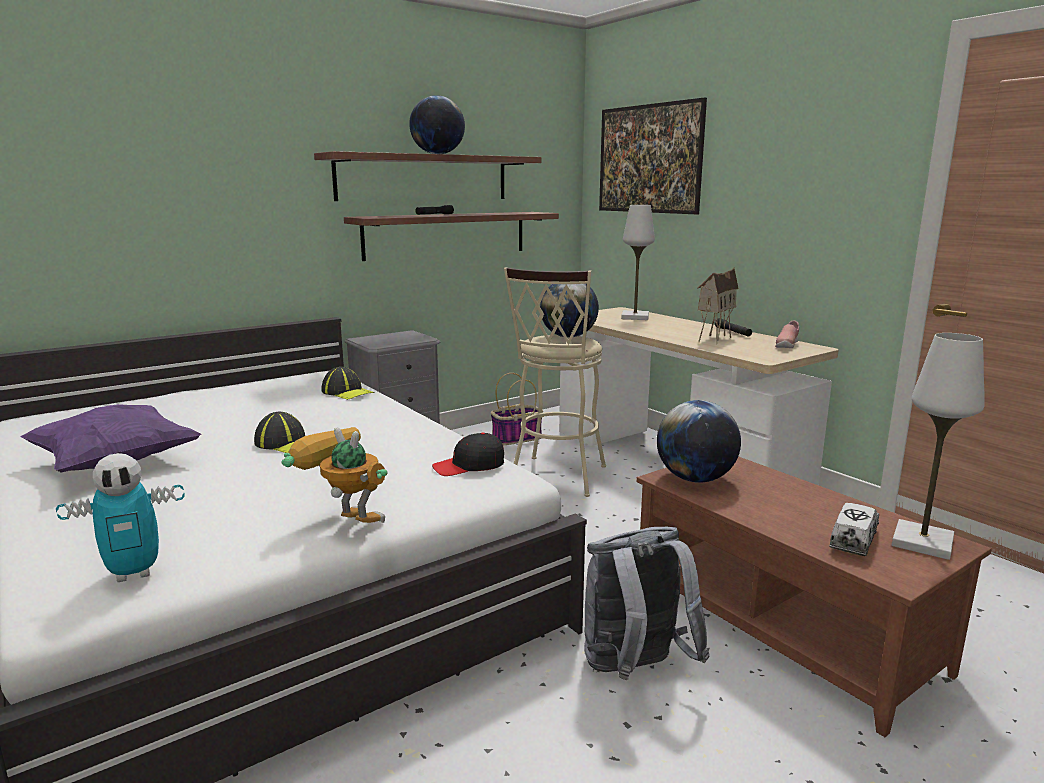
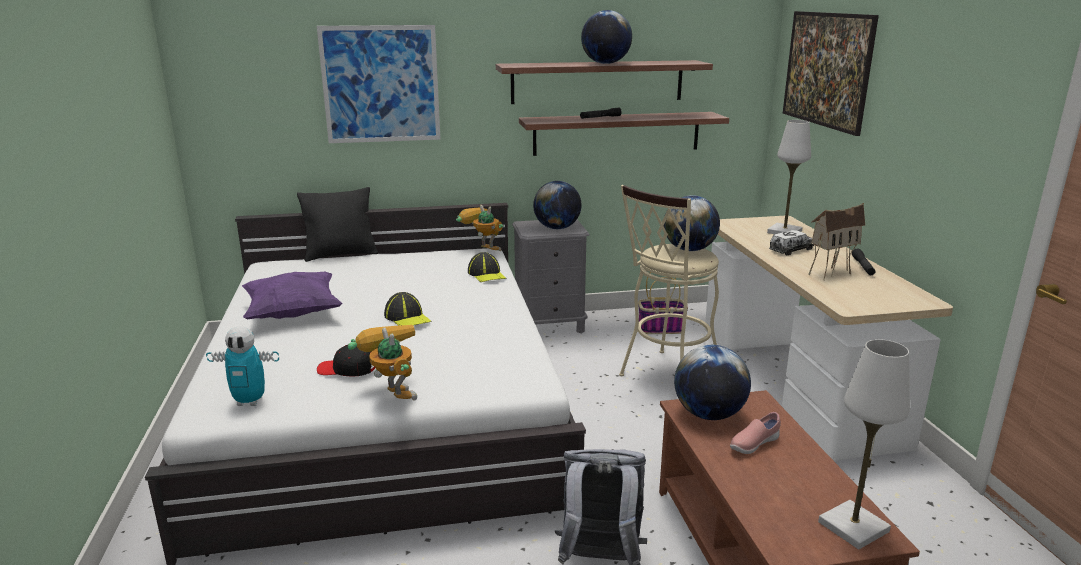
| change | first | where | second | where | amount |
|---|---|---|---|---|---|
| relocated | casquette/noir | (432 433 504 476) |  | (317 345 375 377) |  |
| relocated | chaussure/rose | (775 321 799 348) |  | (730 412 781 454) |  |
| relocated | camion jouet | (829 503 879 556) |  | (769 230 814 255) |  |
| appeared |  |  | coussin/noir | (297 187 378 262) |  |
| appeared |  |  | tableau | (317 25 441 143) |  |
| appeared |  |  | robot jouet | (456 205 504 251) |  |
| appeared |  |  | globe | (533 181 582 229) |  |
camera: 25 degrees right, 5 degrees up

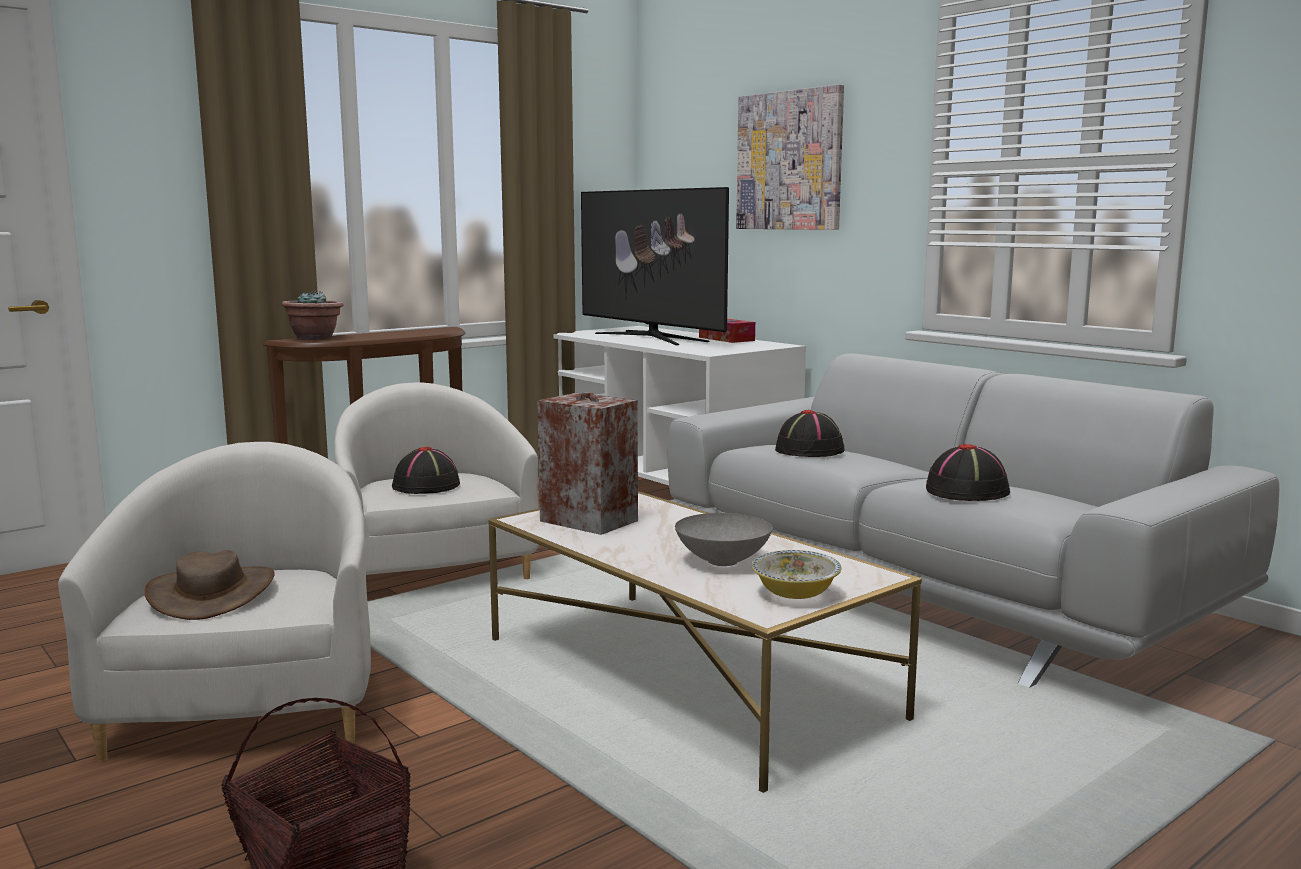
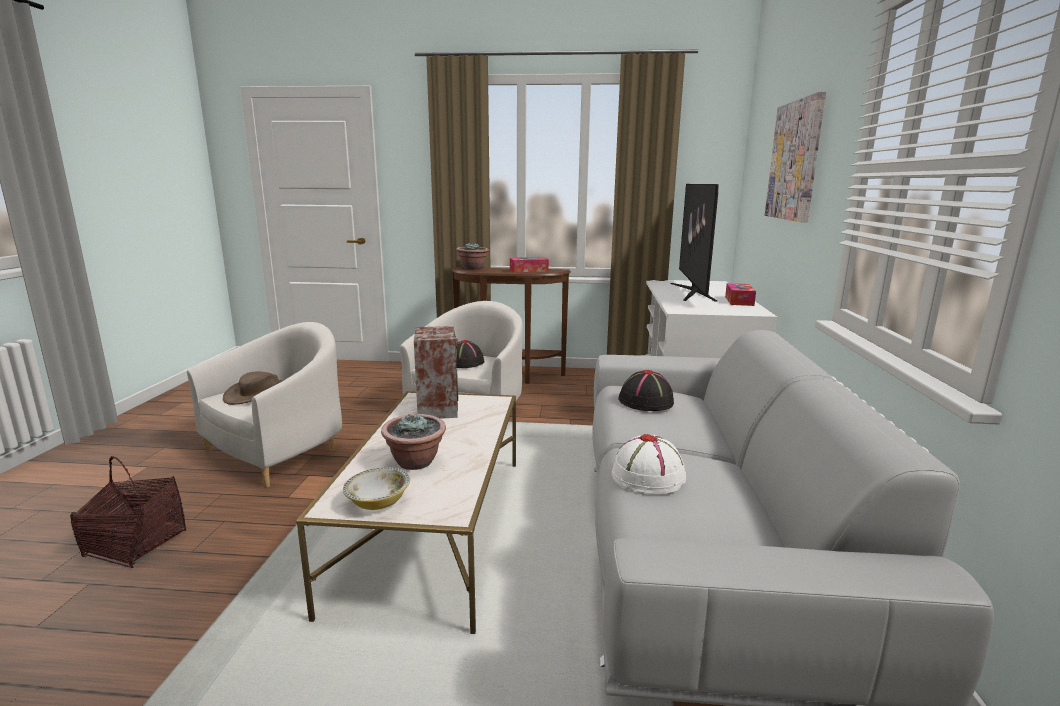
| change | first | where | second | where | amount |
|---|---|---|---|---|---|
| exchanged | bol/gris | (675 513 773 566) | plante en pot | (381 413 446 470) |  |
| colour | chapeau/noir | (926 444 1010 501) | chapeau/blanc | (612 434 686 494) |  |
| appeared |  |  | boîte à mouchoirs | (510 257 549 273) |  |
camera: 45 degrees right, 5 degrees up

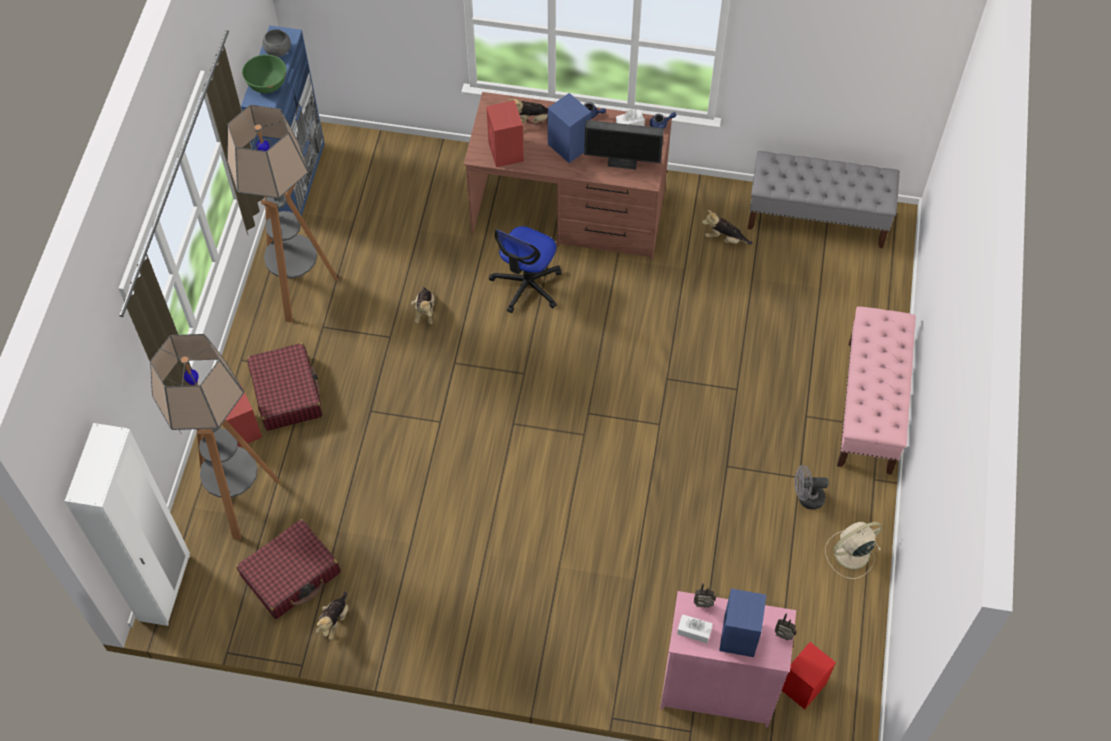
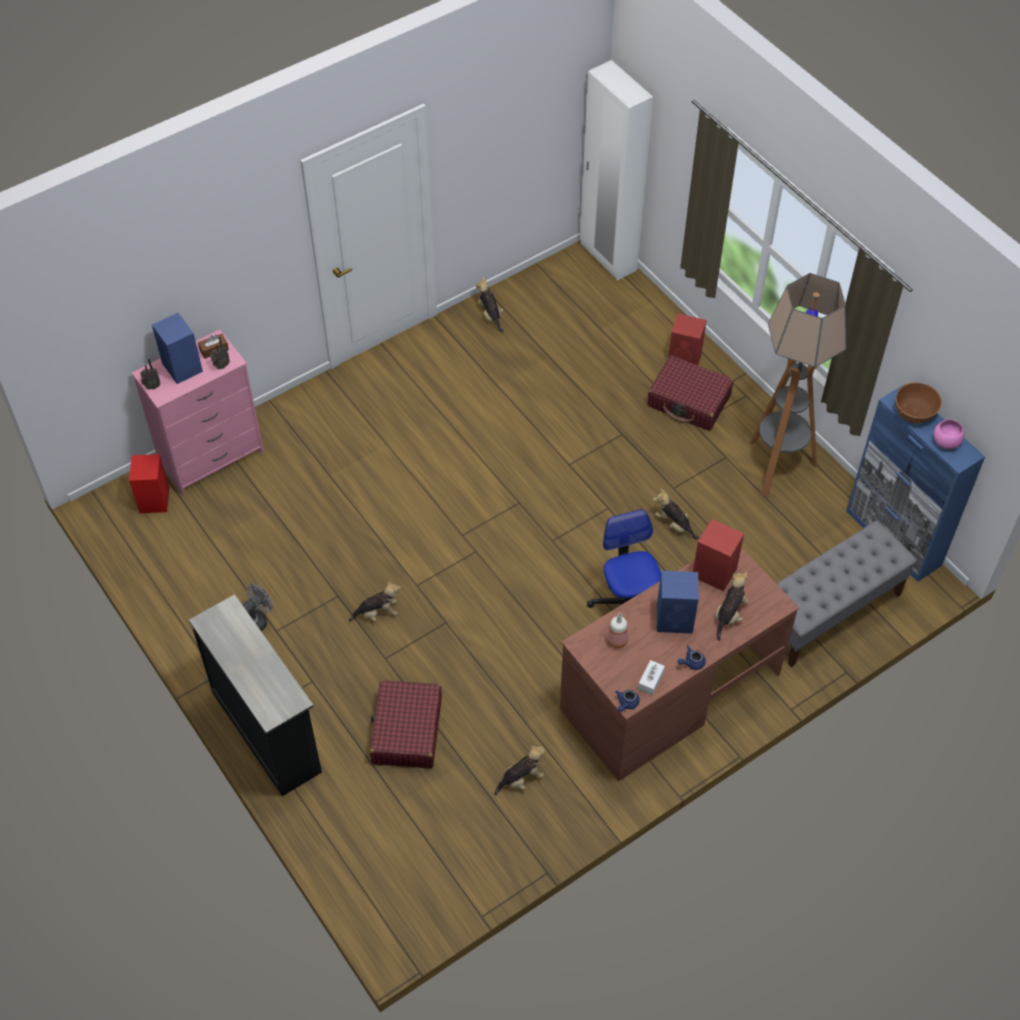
| change | first | where | second | where | amount |
|---|---|---|---|---|---|
| missing | lampadaire | (150 334 280 540) |  |  |  |
| relocated | valise/rouge | (236 519 341 619) |  | (370 680 442 768) |  |
| colour | bol/vert | (242 55 286 93) | bol/marron | (895 382 942 424) |  |
| colour | bol/gris | (262 29 291 57) | bol/rose | (934 419 965 449) |  |
| exchanged | écran d'ordinateur | (584 120 664 170) | bouteille | (606 614 629 648) |  |
| colour | boîte à mouchoirs/blanc | (677 614 713 643) | boîte à mouchoirs/marron | (198 334 229 359) |  |
| relocated | banc/gris | (748 151 900 248) |  | (777 521 917 667) |  |
| missing | ventilateur/beige | (825 522 882 579) |  |  |  |
| exchanged | banc/rose | (837 306 916 475) | commode/noir | (189 594 322 796) |  |
| appeared |  |  | peluche | (349 580 401 622) |  |
camera: 135 degrees right, 5 degrees down

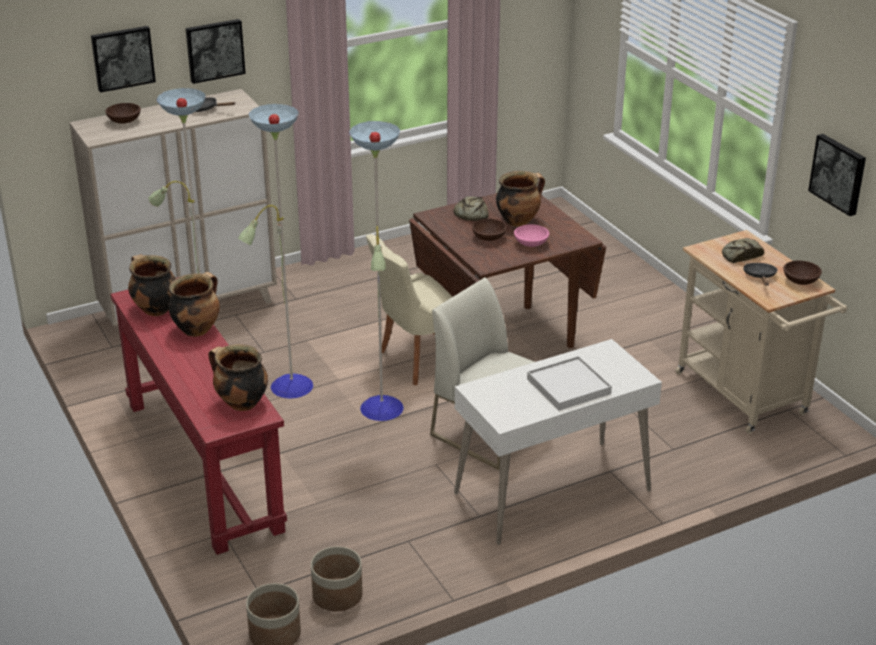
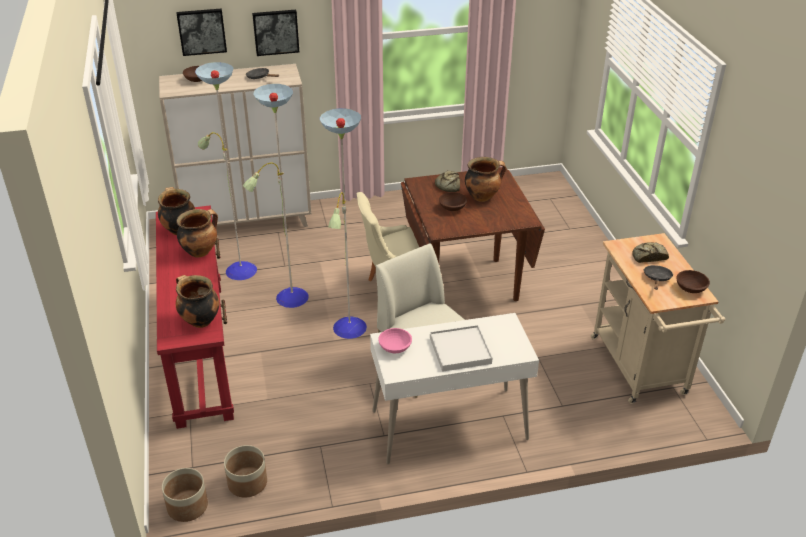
| change | first | where | second | where | amount |
|---|---|---|---|---|---|
| relocated | bol/rose | (514 224 549 247) |  | (379 328 412 353) |  |
| missing | tableau | (808 134 866 216) |  |  |  |
camera: 15 degrees right, 5 degrees up

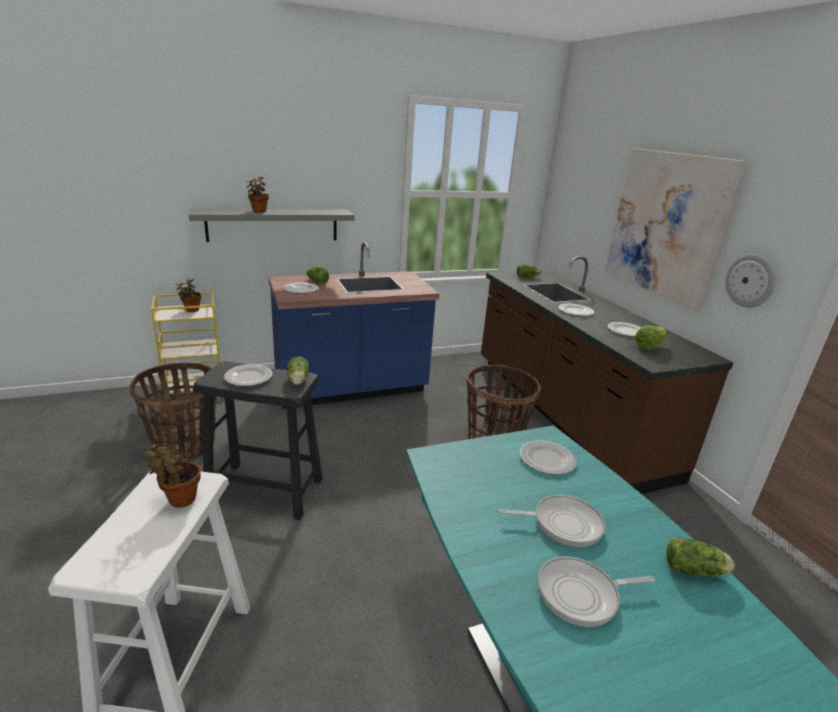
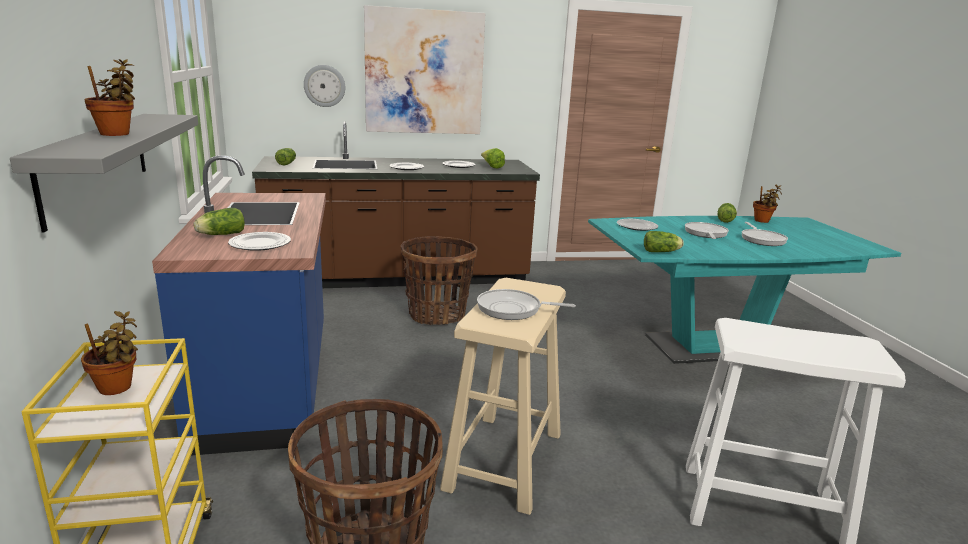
| change | first | where | second | where | amount |
|---|---|---|---|---|---|
| relocated | plante en pot | (142 443 201 508) |  | (753 185 782 223) |  |
| colour | tabouret/noir | (193 361 323 520) | tabouret/beige | (440 278 566 515) |  |
| exchanged | assiette | (224 364 273 386) | poêle | (477 289 576 320) |  |
| relocated | laitue | (287 357 309 385) |  | (644 231 684 252) |  |
| relocated | horloge murale | (726 254 776 308) |  | (304 65 345 107) |  |
camera: 80 degrees left, 5 degrees down

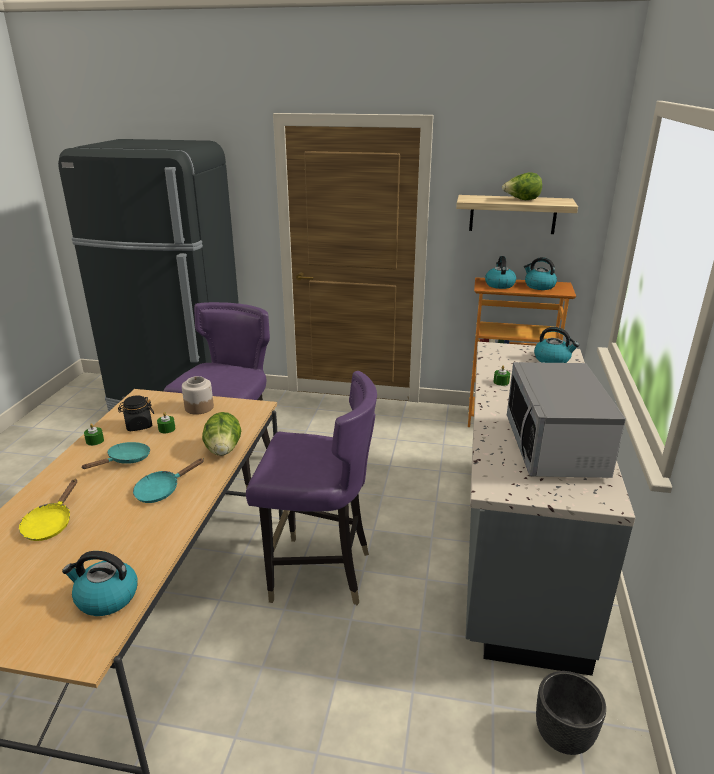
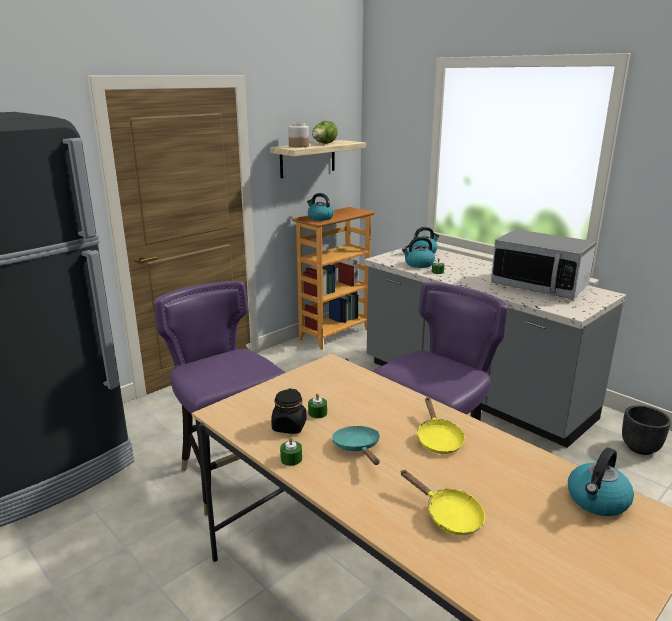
| change | first | where | second | where | amount |
|---|---|---|---|---|---|
| colour | poêle/turquoise | (133 458 204 503) | poêle/jaune | (417 397 465 454) |  |
| relocated | bocal | (182 376 214 415) |  | (288 123 309 147) |  |
| missing | laitue | (202 412 241 456) |  |  |  |
| relocated | bouilloire | (524 257 557 290) |  | (402 237 435 268) |  |
camera: 55 degrees left, 5 degrees down

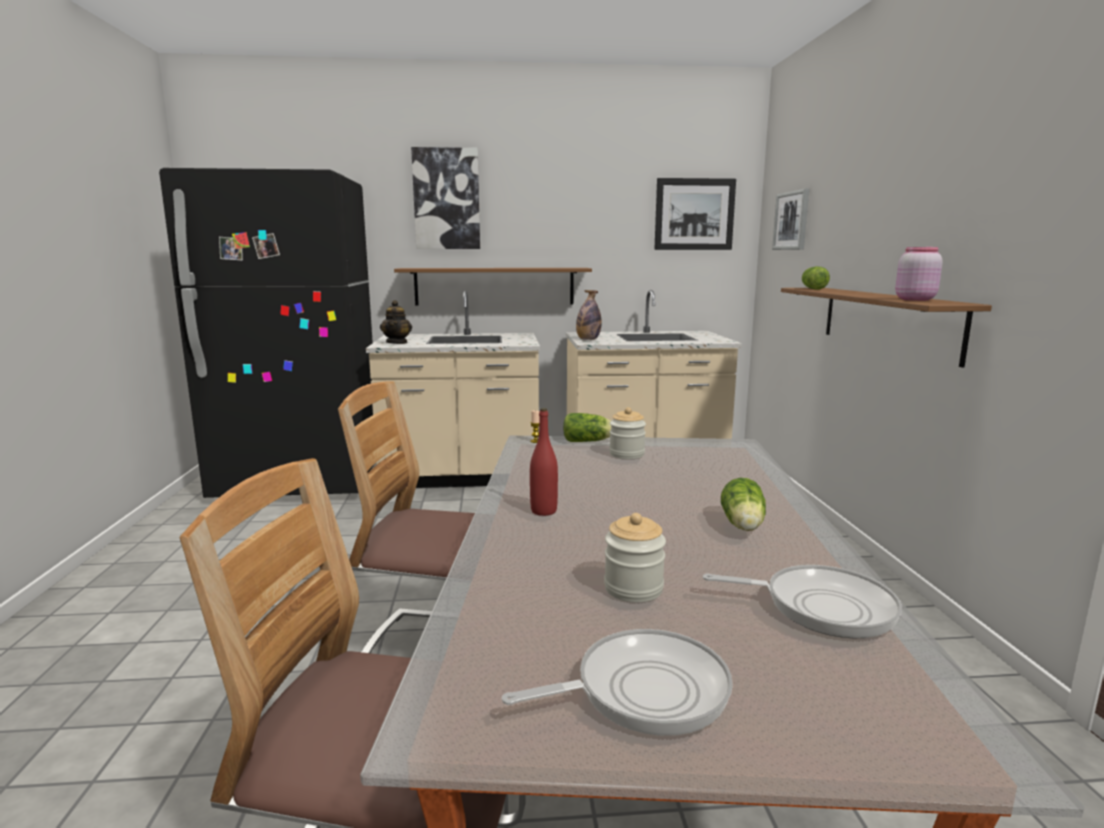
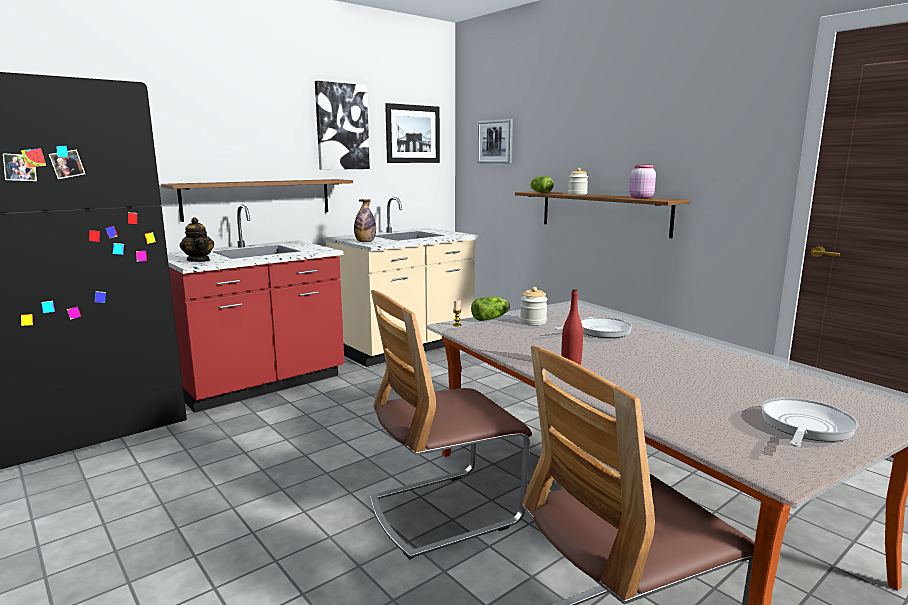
| change | first | where | second | where | amount |
|---|---|---|---|---|---|
| colour | comptoir de cuisine/beige | (366 291 540 488) | comptoir de cuisine/rouge | (167 205 344 413) |  |
| relocated | tableau | (411 147 480 249) |  | (315 81 370 170) |  |
| relocated | bocal | (604 513 666 602) |  | (568 168 588 195) |  |
| relocated | poêle | (703 565 902 639) |  | (554 317 632 338) |  |
| missing | laitue | (721 478 766 531) |  |  |  |
camera: 35 degrees left, 0 degrees up

